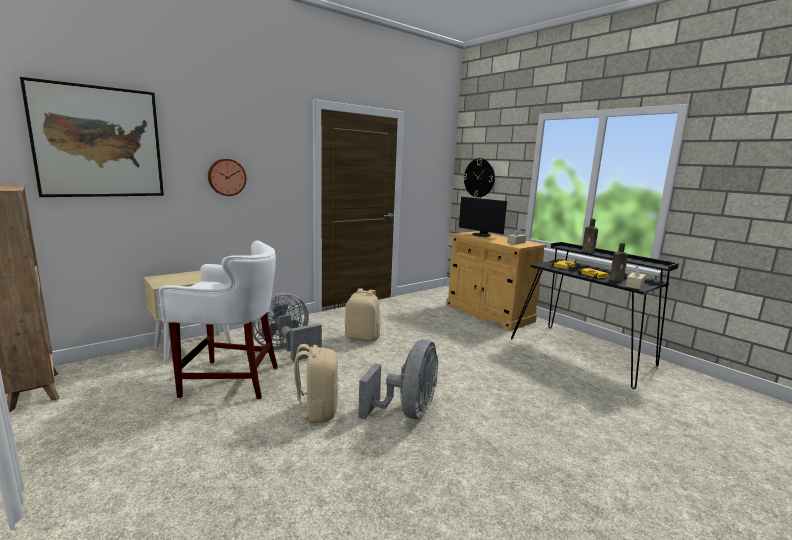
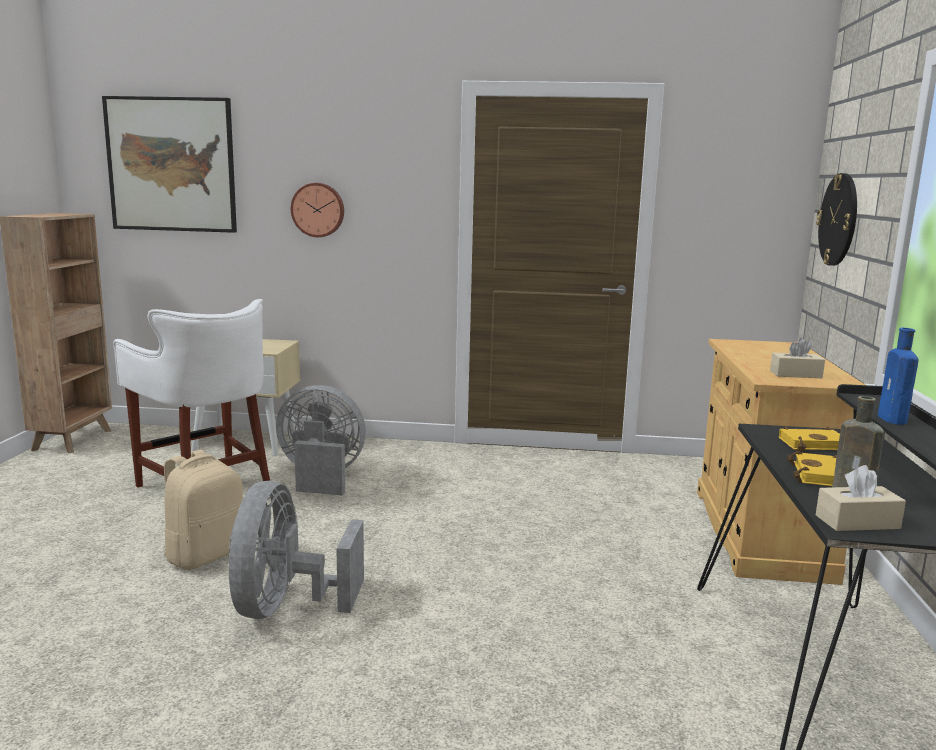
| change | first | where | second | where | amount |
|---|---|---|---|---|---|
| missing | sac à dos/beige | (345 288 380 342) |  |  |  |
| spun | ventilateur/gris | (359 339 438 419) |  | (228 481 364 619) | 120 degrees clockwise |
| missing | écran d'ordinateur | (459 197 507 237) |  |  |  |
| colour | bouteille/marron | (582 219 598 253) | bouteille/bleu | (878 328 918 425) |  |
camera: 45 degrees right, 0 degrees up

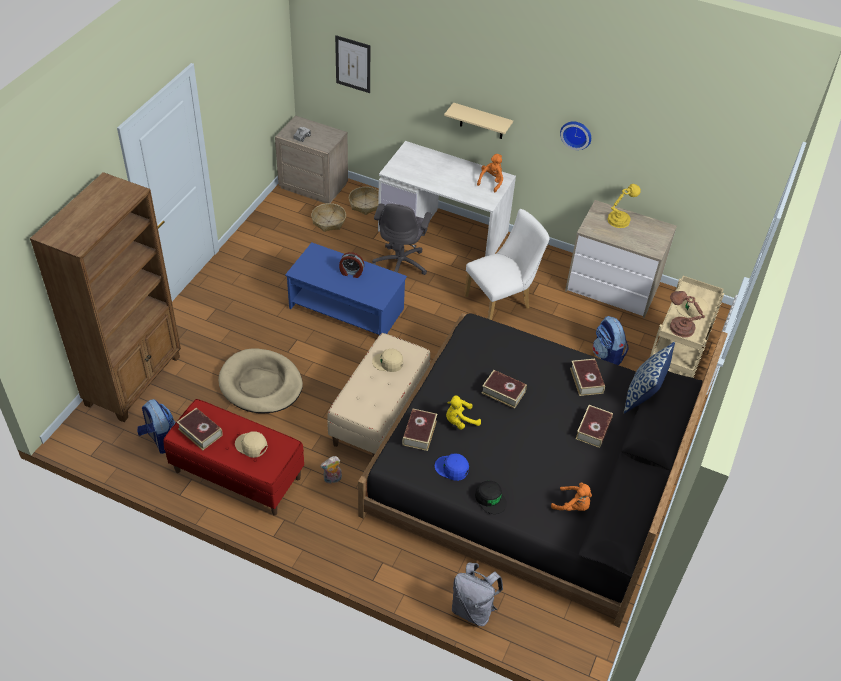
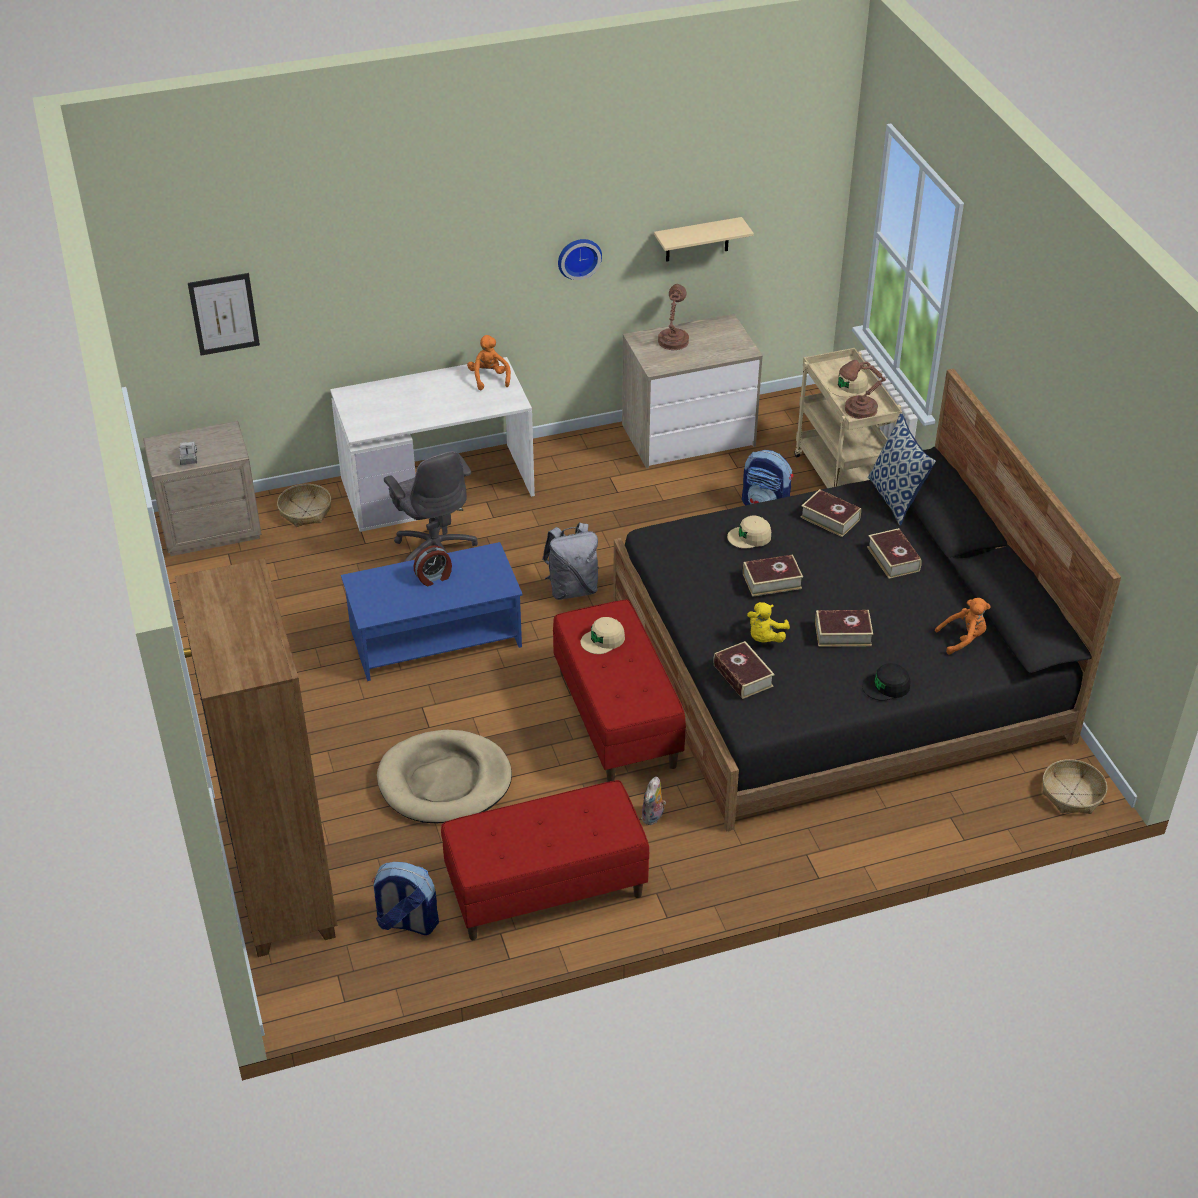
| change | first | where | second | where | amount |
|---|---|---|---|---|---|
| relocated | livre | (177 408 223 450) |  | (815 610 873 647) |  |
| relocated | casquette/beige | (235 431 268 458) |  | (727 515 771 549) |  |
| relocated | panier | (311 203 346 232) |  | (1043 759 1107 814) |  |
| colour | banc/beige | (327 333 430 456) | banc/rouge | (553 599 686 782) |  |
| missing | casquette/bleu | (435 453 469 481) |  |  |  |
| relocated | étagère/beige | (444 102 513 139) |  | (654 217 754 262) |  |
| relocated | sac à dos/gris | (452 562 503 626) |  | (542 523 599 600) |  |
| missing | chaise/blanc | (464 209 550 320) |  |  |  |
| spun | casquette/noir | (475 481 507 514) |  | (862 663 910 701) | 150 degrees clockwise |
| colour | lampe de table/jaune | (608 184 641 228) | lampe de table/marron | (658 284 689 350) |  |
camera: 40 degrees left, 5 degrees down

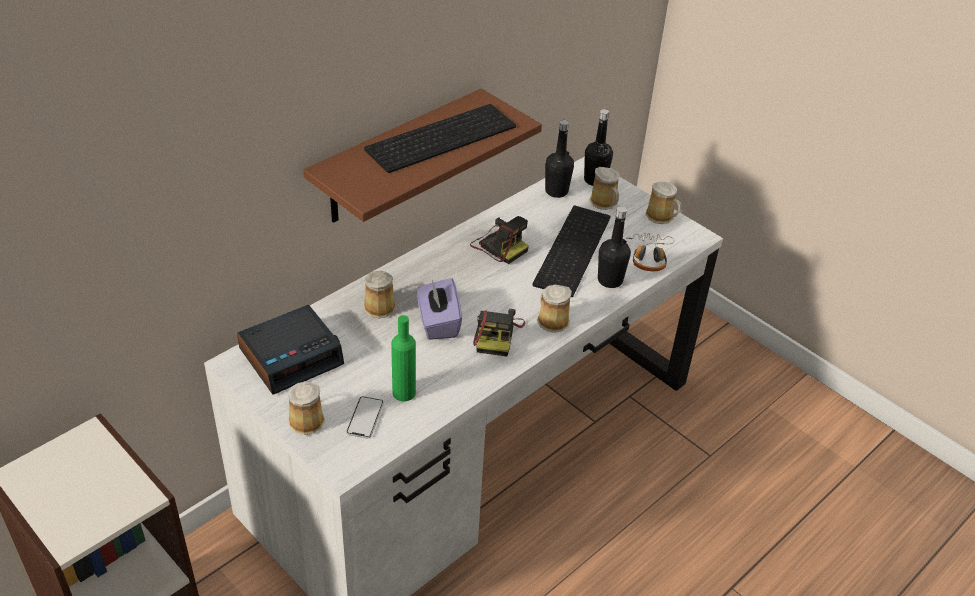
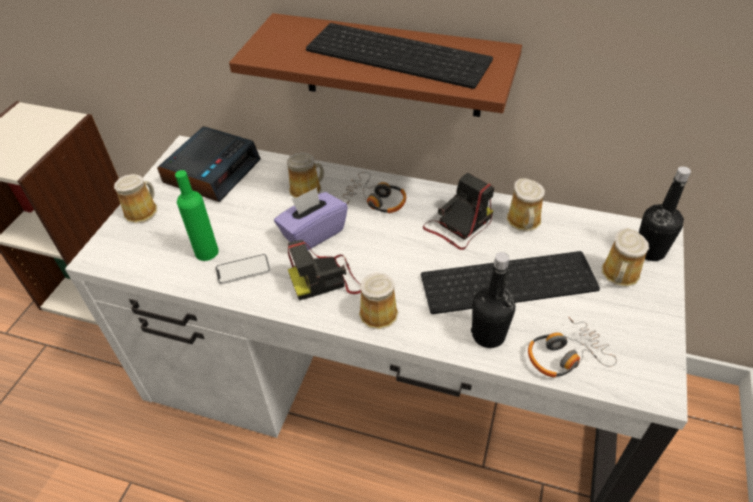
| change | first | where | second | where | amount |
|---|---|---|---|---|---|
| spun | réveil | (237 305 344 395) |  | (157 126 261 202) | 90 degrees counterclockwise |
| relocated | téléphone | (346 396 384 438) |  | (215 254 271 284) |  |
| spun | appareil photo | (470 216 529 264) |  | (423 172 494 250) | 150 degrees counterclockwise |
| missing | bouteille/noir | (545 120 574 198) |  |  |  |
| relocated | mug | (645 181 681 224) |  | (506 178 545 232) |  |
| appeared |  |  | casque audio | (343 172 406 213) |  |
camera: 65 degrees right, 5 degrees up

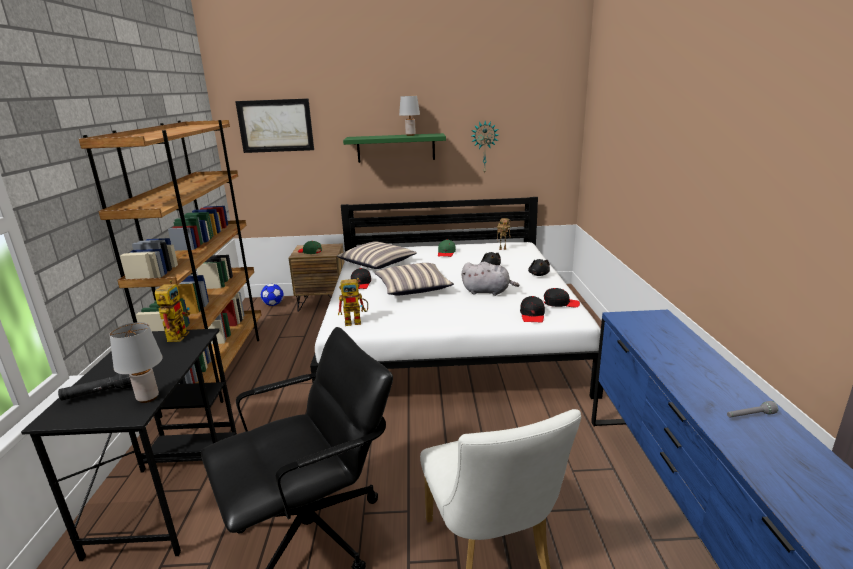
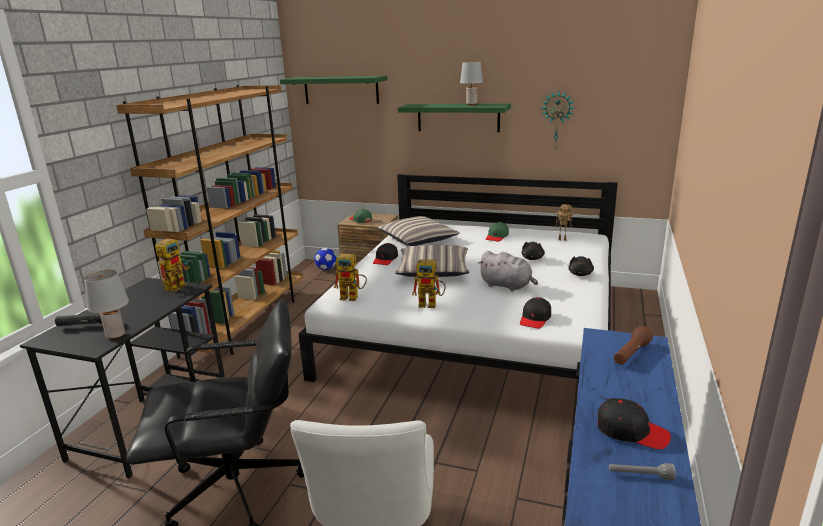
| change | first | where | second | where | amount |
|---|---|---|---|---|---|
| exchanged | tableau | (235 98 314 153) | étagère/vert | (280 76 387 104) |  |
| relocated | casquette/noir | (544 288 580 308) |  | (597 398 671 449) |  |
| appeared |  |  | robot jouet | (412 259 446 308) |  |
| appeared |  |  | lampe de poche/marron | (614 326 653 365) |  |
camera: 20 degrees right, 0 degrees up

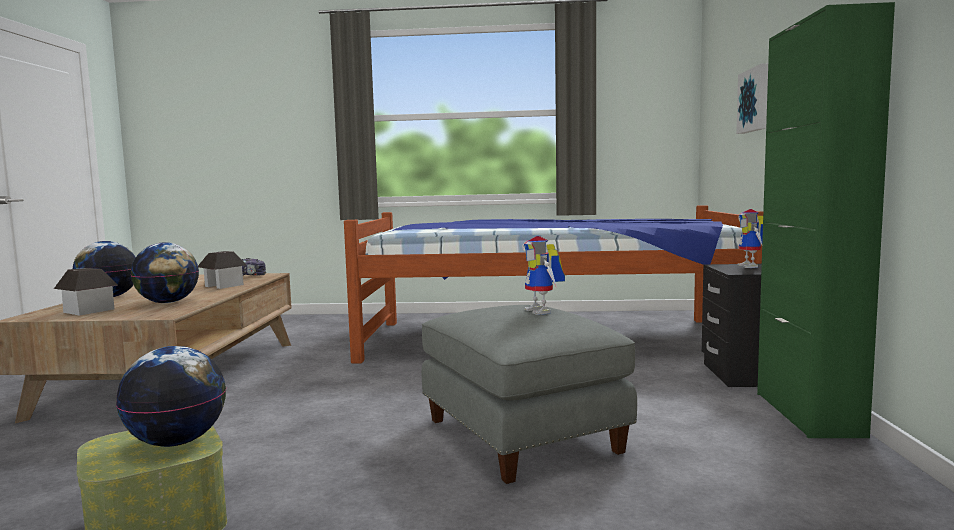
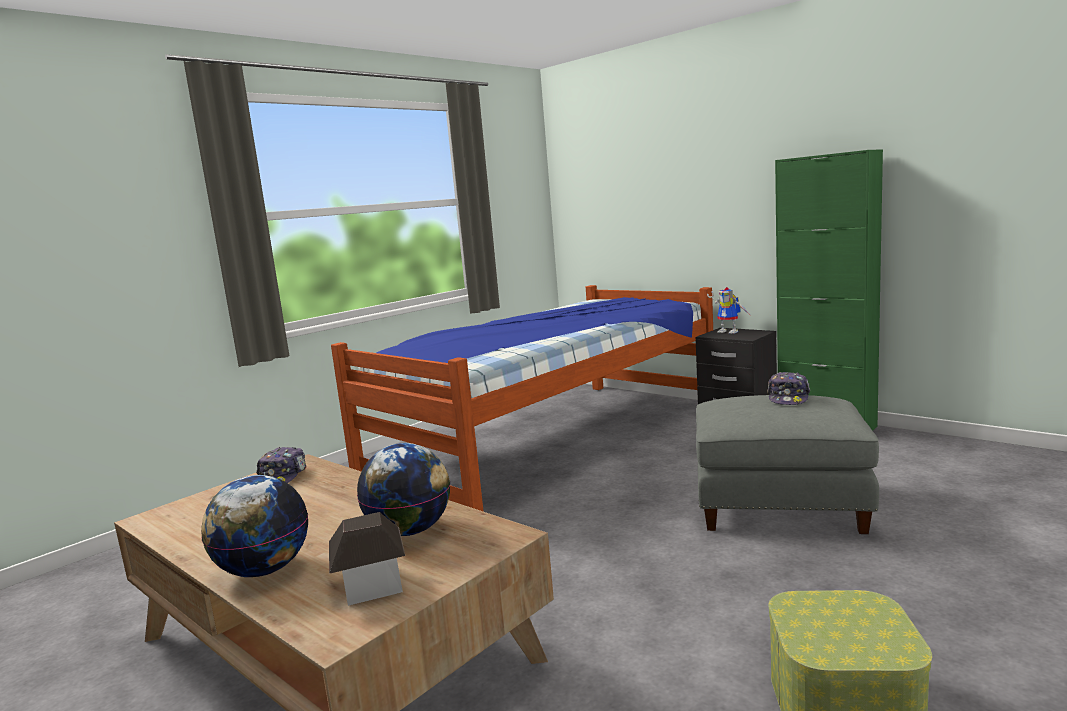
| change | first | where | second | where | amount |
|---|---|---|---|---|---|
| missing | globe | (116 346 226 447) |  |  |  |
| missing | maison miniature | (198 251 246 289) |  |  |  |
| exchanged | robot jouet | (522 236 565 315) | casquette | (767 372 810 405) |  |
| missing | tableau | (736 63 768 134) |  |  |  |
camera: 50 degrees left, 5 degrees up

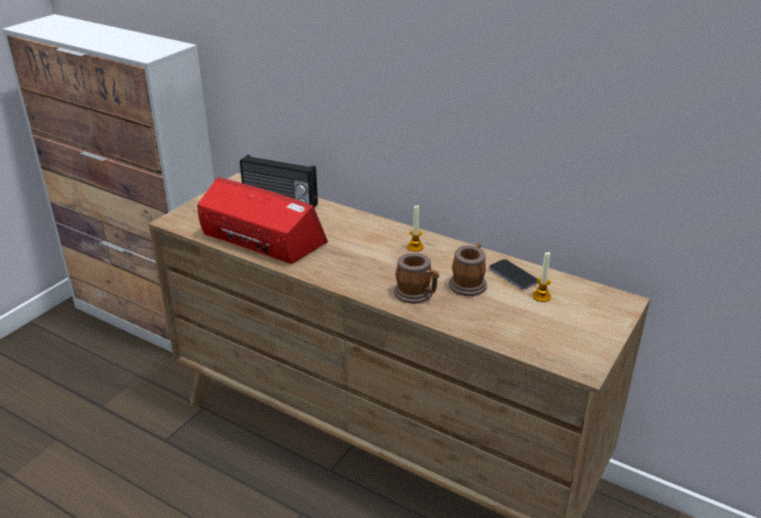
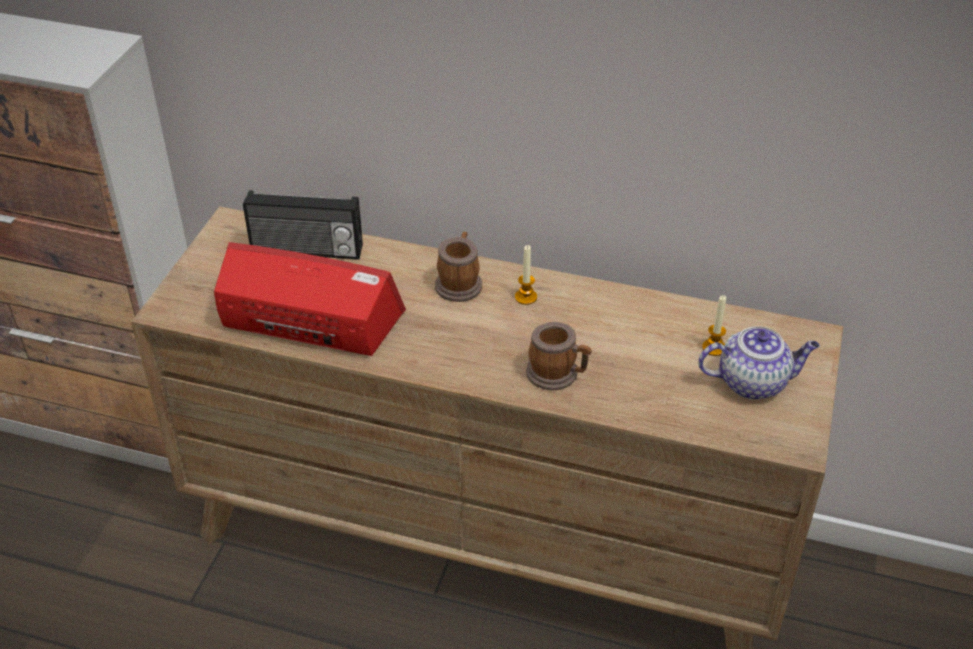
| change | first | where | second | where | amount |
|---|---|---|---|---|---|
| relocated | mug | (449 243 487 296) |  | (435 232 482 302) |  |
| missing | téléphone | (489 259 538 290) |  |  |  |
| appeared |  |  | théière | (698 326 820 400) |  |
camera: 15 degrees left, 10 degrees up

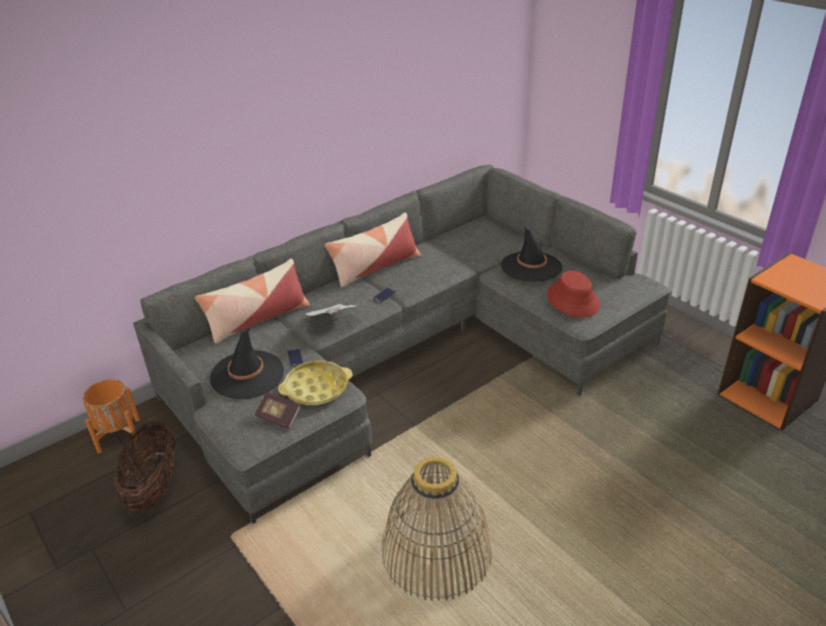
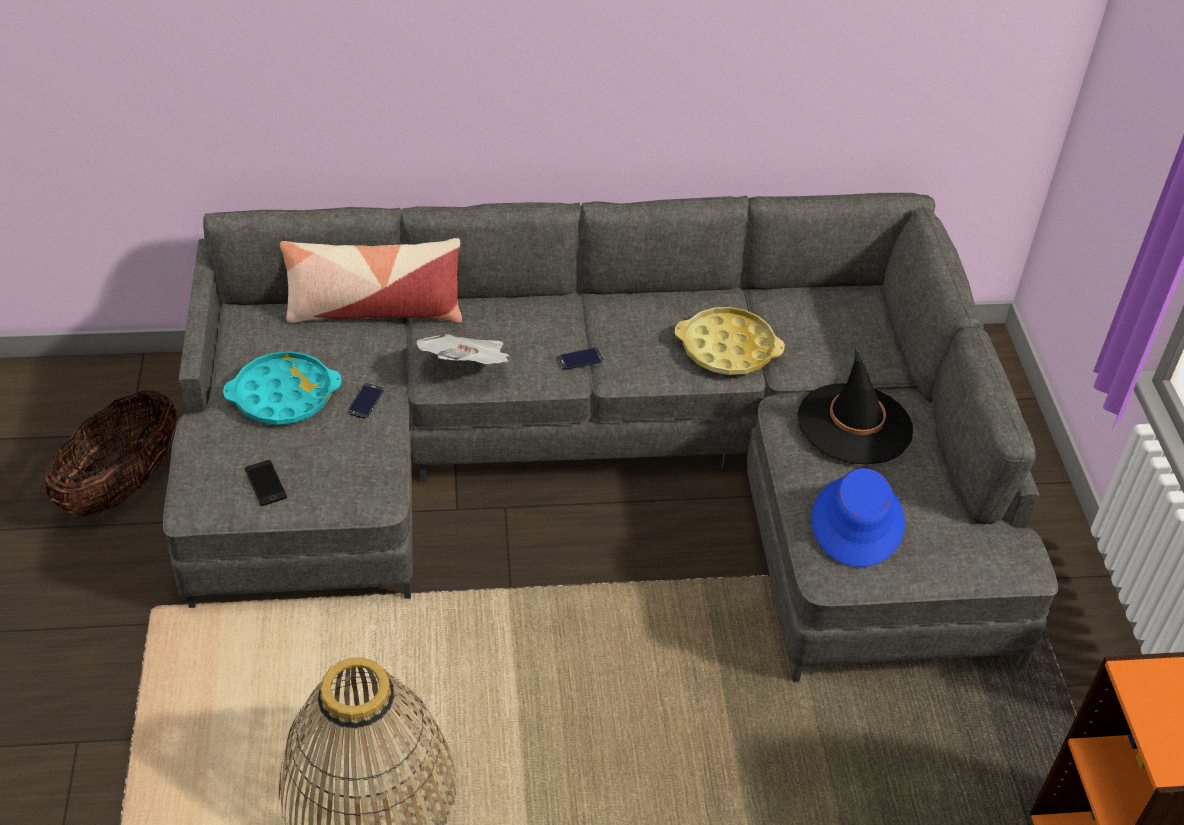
| change | first | where | second | where | amount |
|---|---|---|---|---|---|
| missing | cache-pot/orange | (82 379 140 453) |  |  |  |
| exchanged | chapeau/noir | (210 327 284 399) | plateau/turquoise | (223 351 341 425) |  |
| exchanged | livre | (255 392 301 429) | téléphone | (245 460 287 506) |  |
| relocated | plateau/jaune | (278 361 353 405) |  | (675 307 785 375) |  |
| missing | coussin | (325 212 421 287) |  |  |  |
| colour | chapeau/rouge | (547 271 600 318) | chapeau/bleu | (811 468 905 567) |  |
camera: 30 degrees right, 10 degrees up

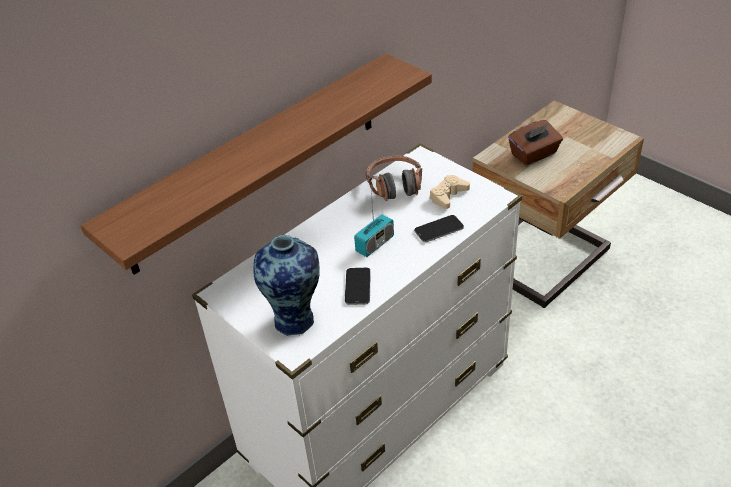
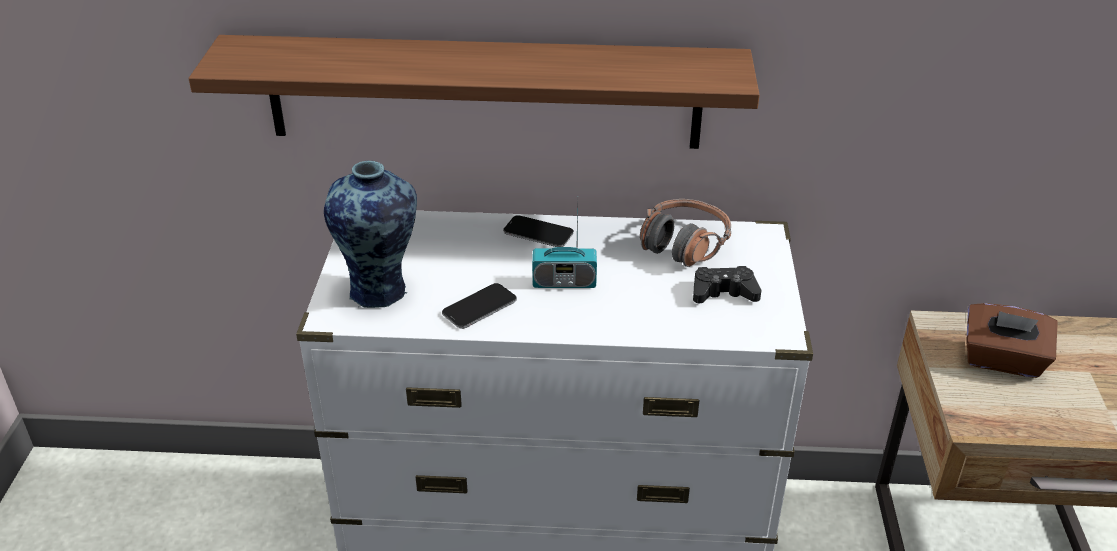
| change | first | where | second | where | amount |
|---|---|---|---|---|---|
| relocated | téléphone | (414 215 464 242) |  | (503 215 574 247) |  |
| colour | manette/beige | (430 175 470 209) | manette/noir | (693 266 761 303) |  |
camera: 45 degrees right, 5 degrees down

